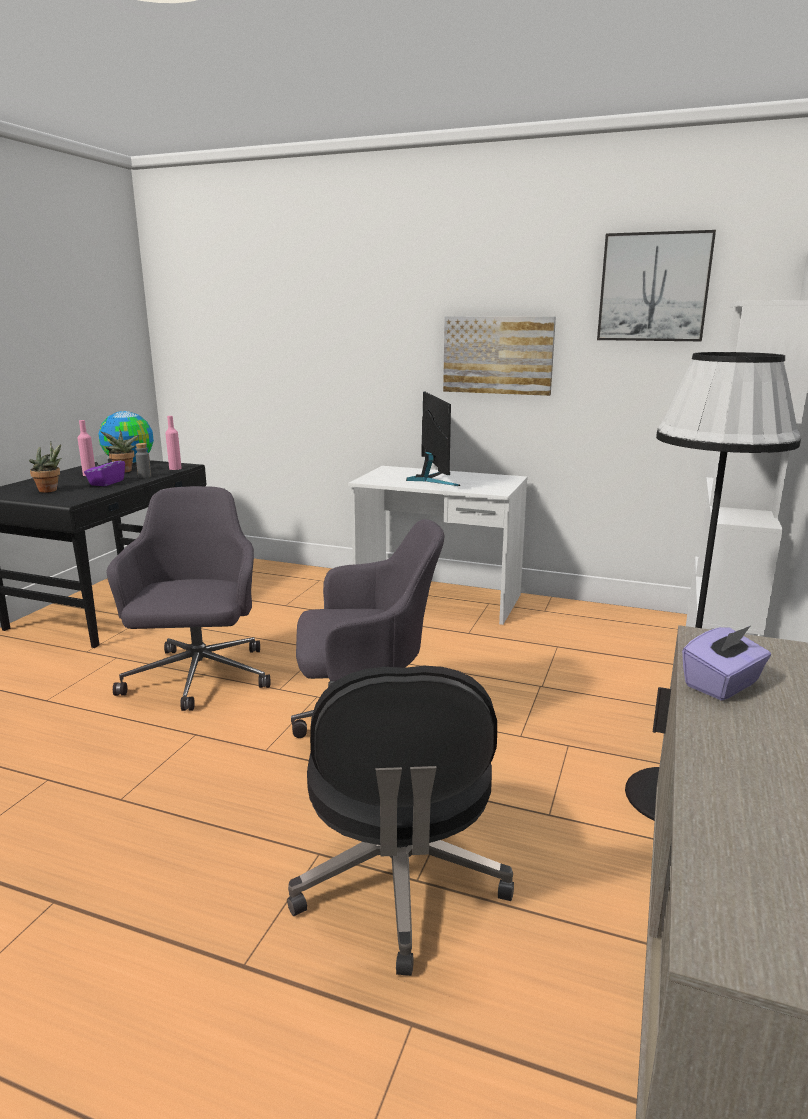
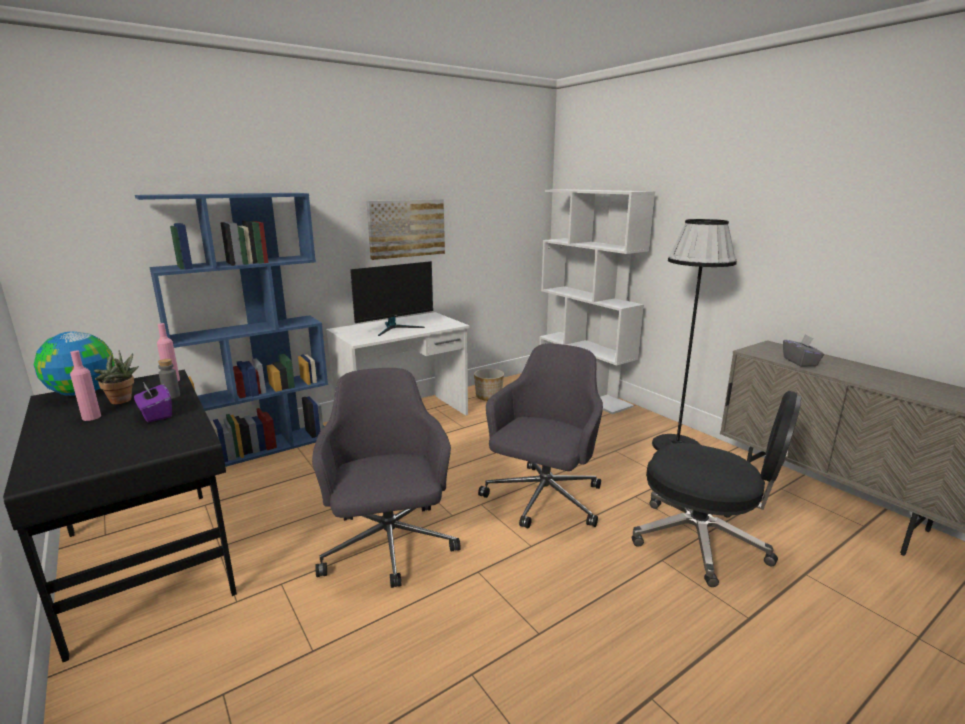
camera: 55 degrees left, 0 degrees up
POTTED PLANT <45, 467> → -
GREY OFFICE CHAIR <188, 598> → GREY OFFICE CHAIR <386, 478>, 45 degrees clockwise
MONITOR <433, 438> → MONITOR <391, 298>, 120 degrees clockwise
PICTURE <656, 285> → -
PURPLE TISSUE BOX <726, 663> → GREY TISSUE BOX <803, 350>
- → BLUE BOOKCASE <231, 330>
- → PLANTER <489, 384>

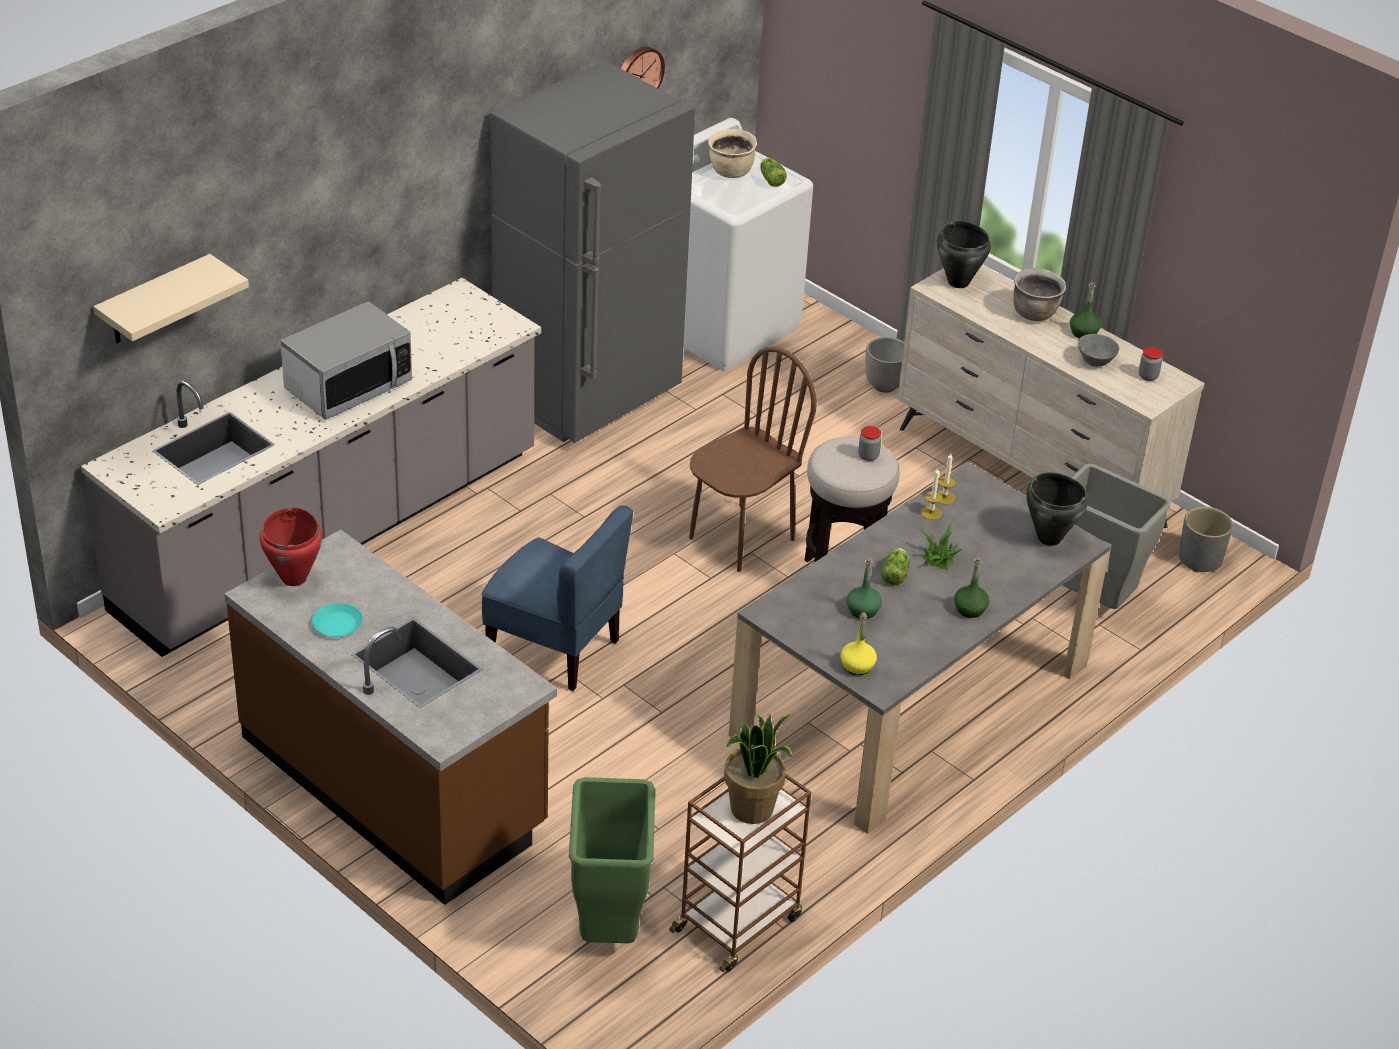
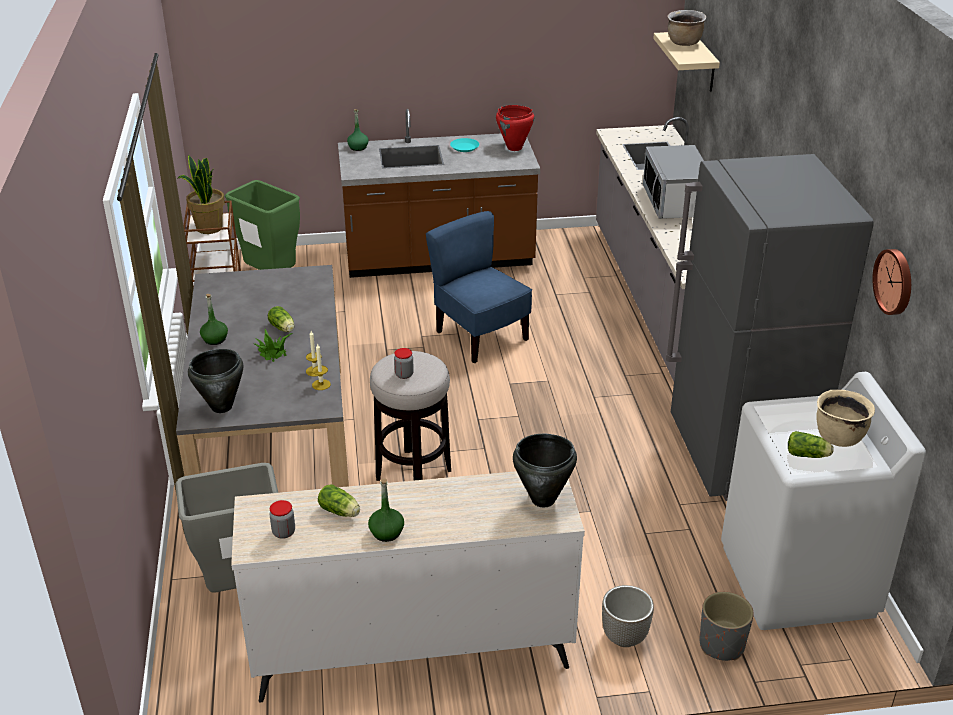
camera: 130 degrees right, 5 degrees down
BLUE CHAIR <557, 598> → BLUE CHAIR <479, 287>, 75 degrees clockwise
BROWN CHAIR <753, 459> → -
YELLOW BOTTLE <858, 644> → -
GREEN BOTTLE <864, 588> → GREEN BOTTLE <358, 130>, moved
BROWN COOKING POT <1039, 294> → BROWN COOKING POT <686, 28>, moved
GREY BOWL <1098, 350> → LETTUCE <339, 500>
GREY PLANTER <1206, 539> → GREY PLANTER <726, 626>, moved

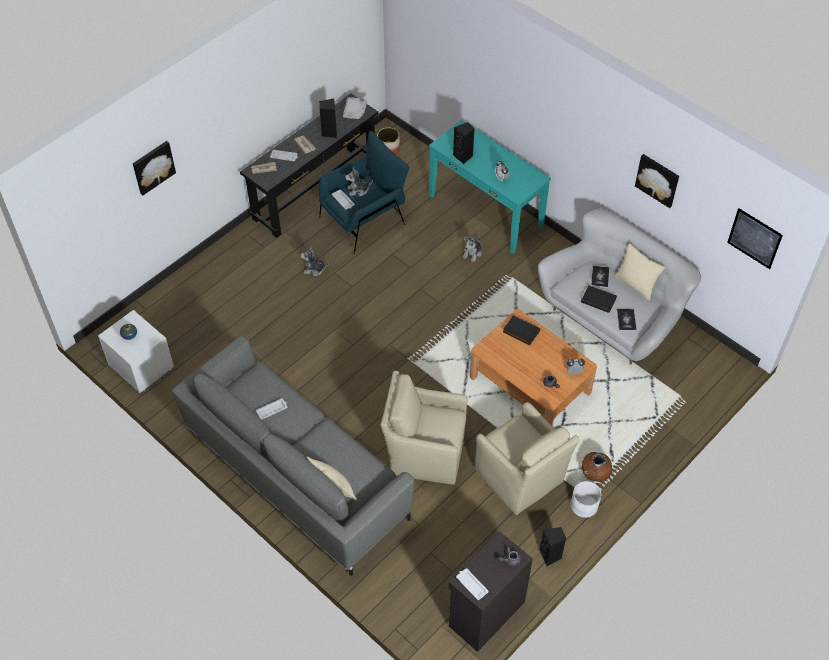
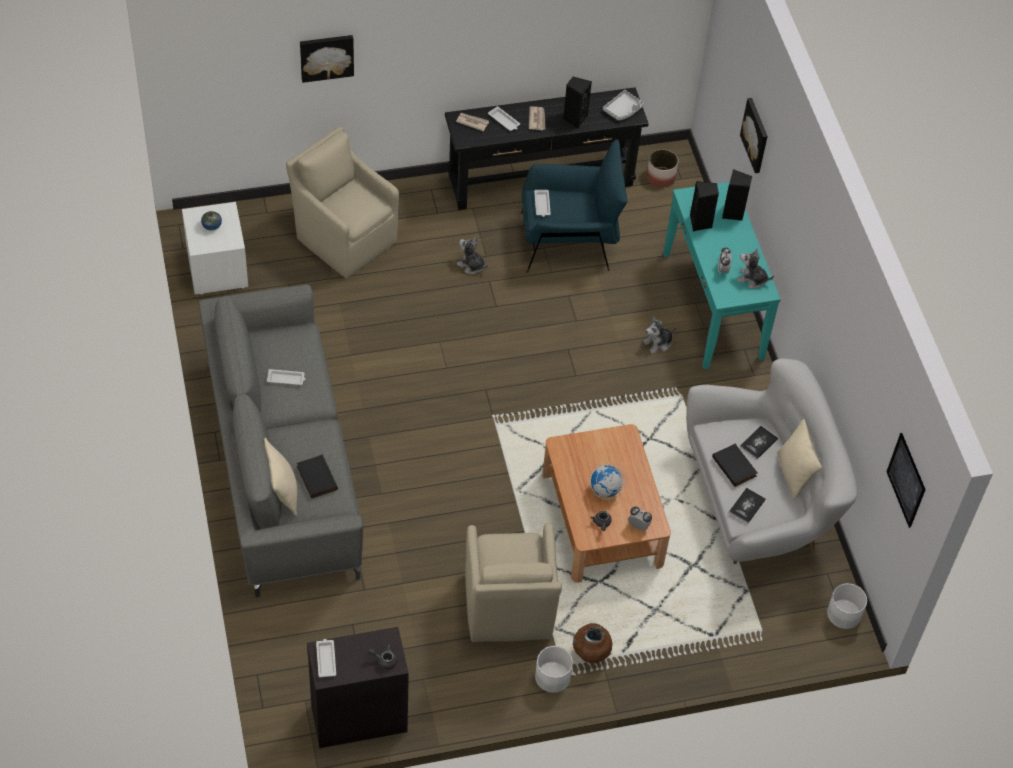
camera: 30 degrees right, 0 degrees up
PLUSH TOY <359, 181> → PLUSH TOY <755, 268>, moved
BEIGE ARMCHAIR <424, 427> → BEIGE ARMCHAIR <342, 202>, moved
BLACK BOOK <521, 330> → BLACK BOOK <317, 477>, moved
BLACK SPEAKER <553, 546> → BLACK SPEAKER <737, 195>, moved
PICTURE <657, 181> → PICTURE <754, 135>, moved
- → GLOBE <607, 482>
- → WHITE PLANTER <847, 606>

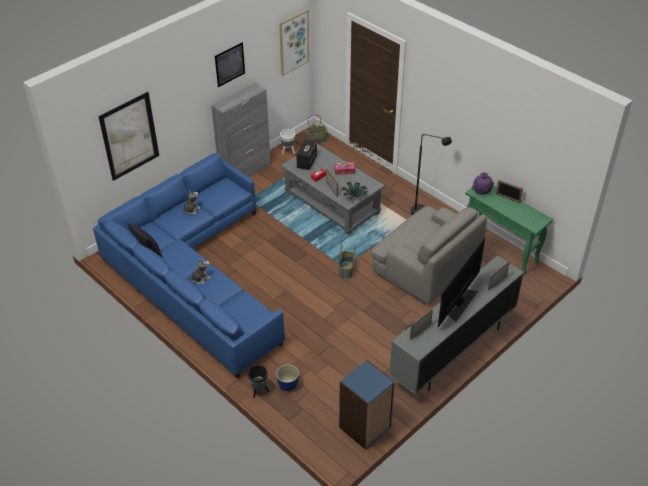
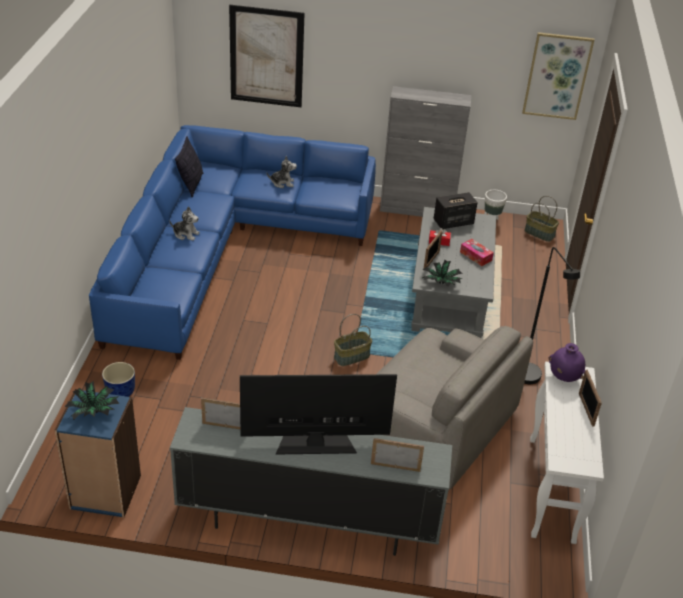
camera: 50 degrees right, 5 degrees down
PICTURE <230, 65> → -
BLACK PLANTER <258, 381> → -
GREY ARMCHAIR <429, 255> → GREY ARMCHAIR <455, 407>, 60 degrees counterclockwise
GREEN CONSOLE TABLE <509, 230> → WHITE CONSOLE TABLE <567, 452>
- → POTTED PLANT <92, 400>

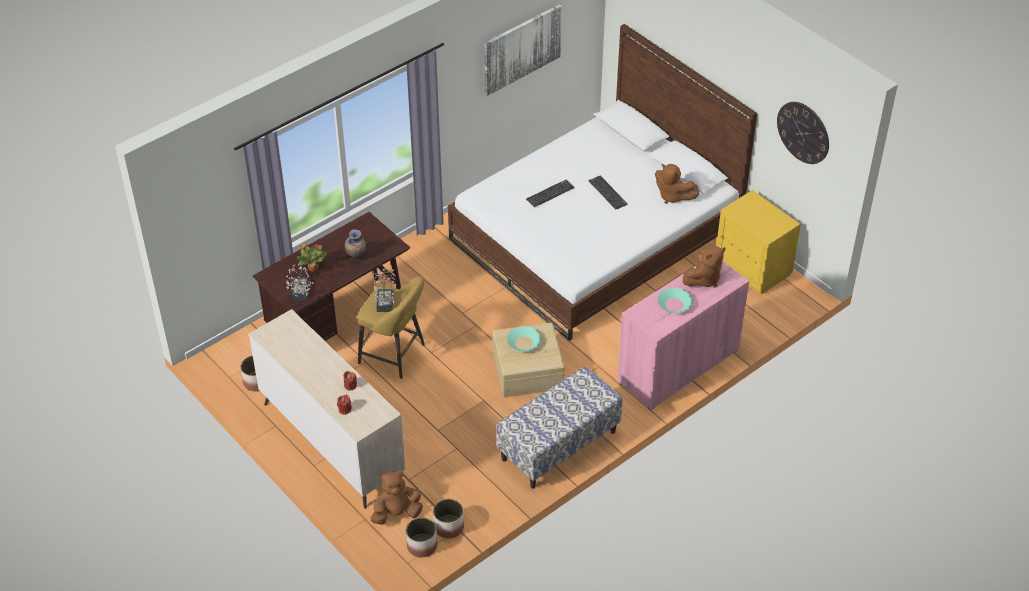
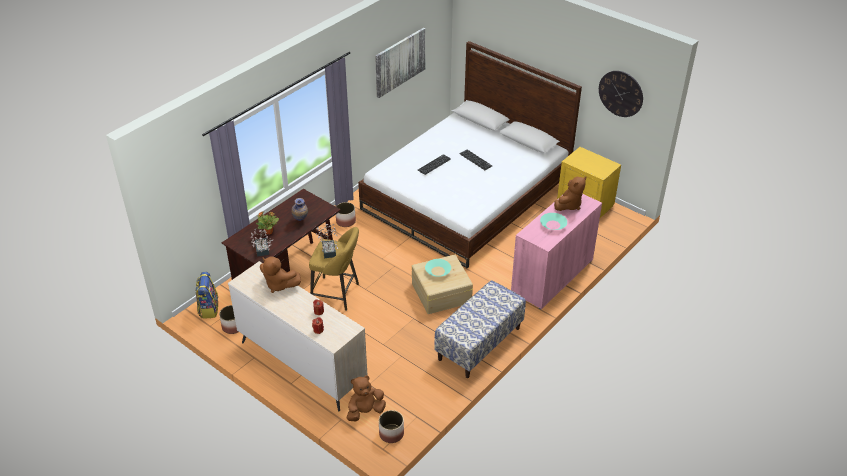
camera: 10 degrees left, 5 degrees down
PLANTER <448, 518> → PLANTER <346, 214>, moved
BROWN PLUSH TOY <677, 184> → BROWN PLUSH TOY <280, 275>, moved
- → BACKPACK <206, 295>

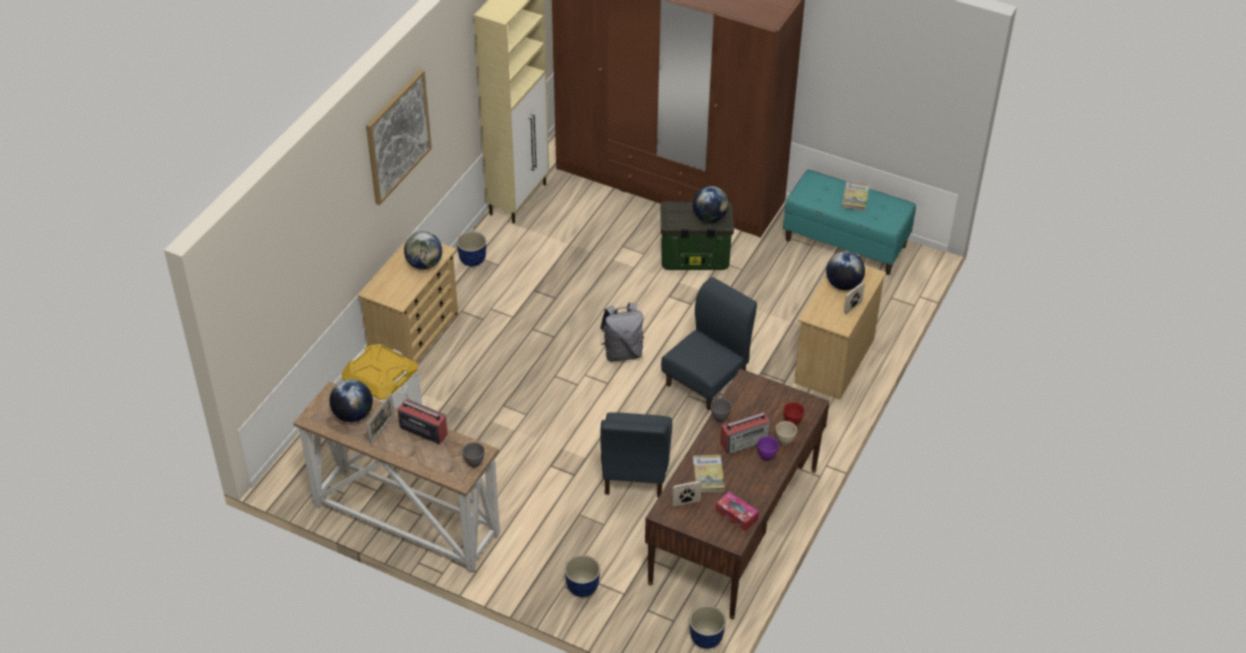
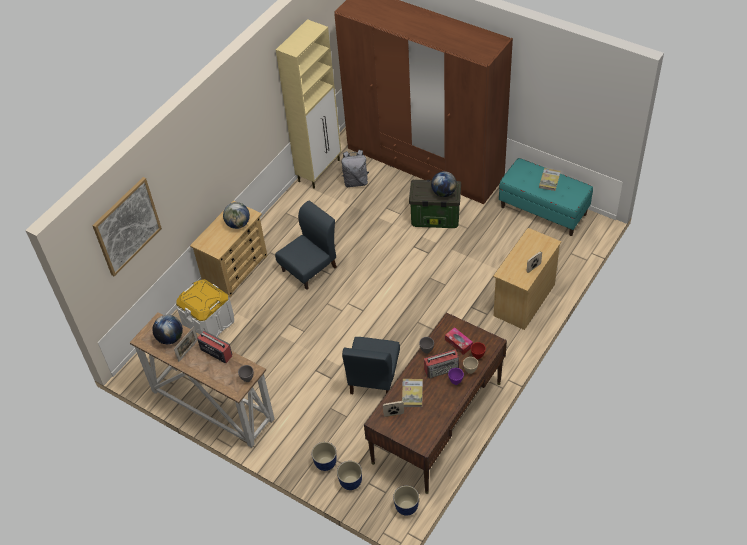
camera: 10 degrees right, 5 degrees up
PICTURE <399, 137> → PICTURE <127, 226>, moved
PLANTER <471, 248> → PLANTER <349, 475>, moved
GREY BACKPACK <622, 332> → GREY BACKPACK <355, 168>, moved
BLUE CHAIR <709, 344> → BLUE CHAIR <306, 245>, moved
TISSUE BOX <737, 511> → TISSUE BOX <459, 341>, moved
GLOBE <845, 270> → -

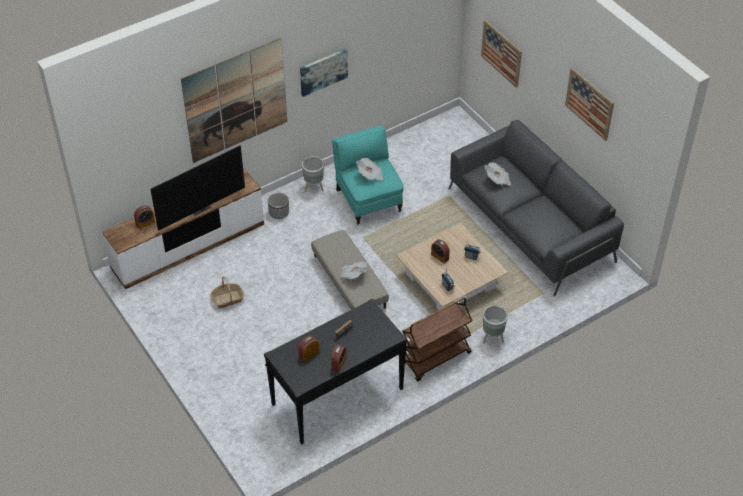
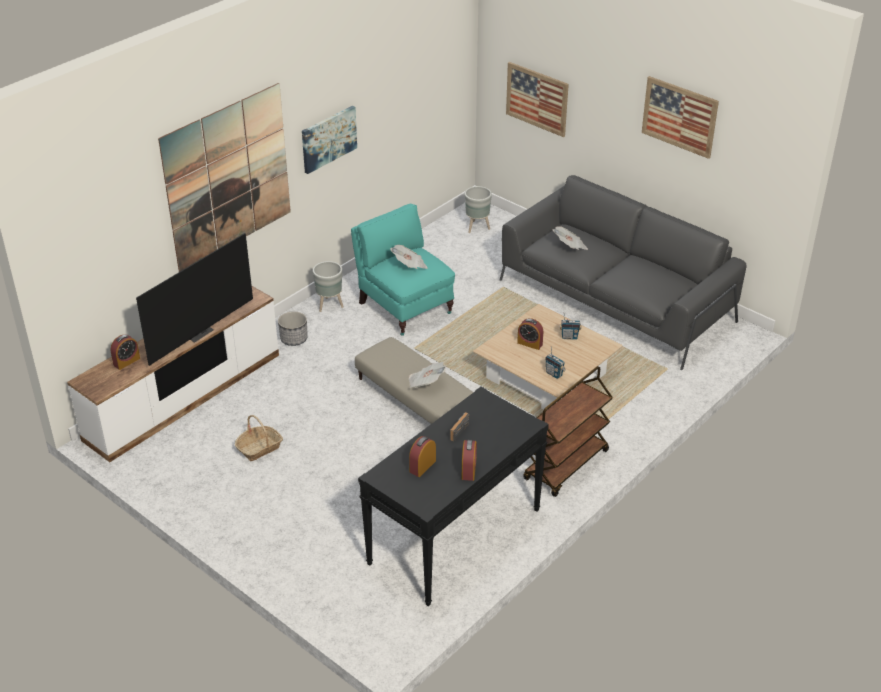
camera: 15 degrees left, 10 degrees down
GREY PLANTER <495, 324> → GREY PLANTER <478, 209>, moved

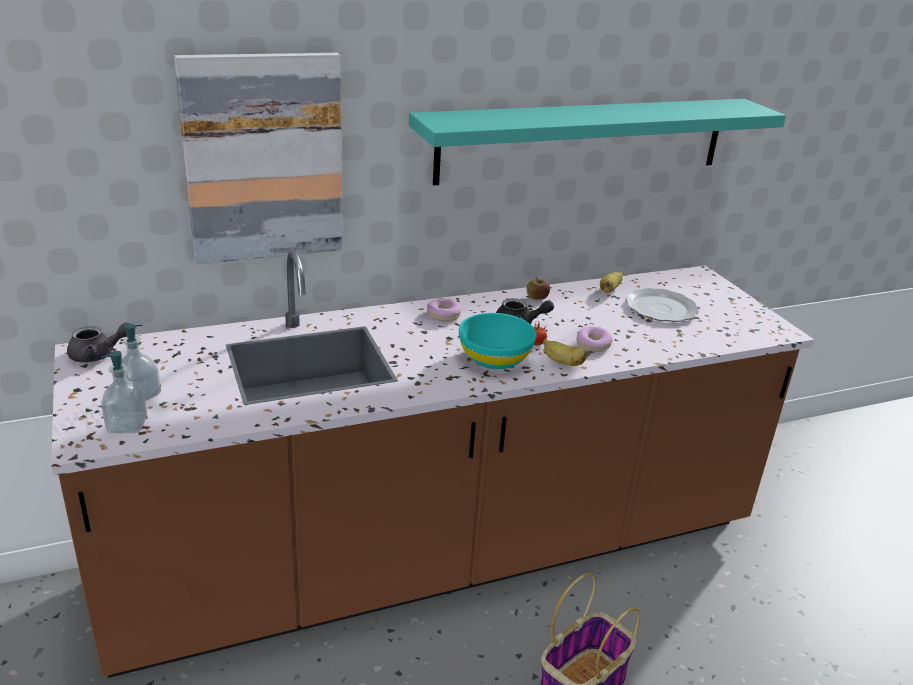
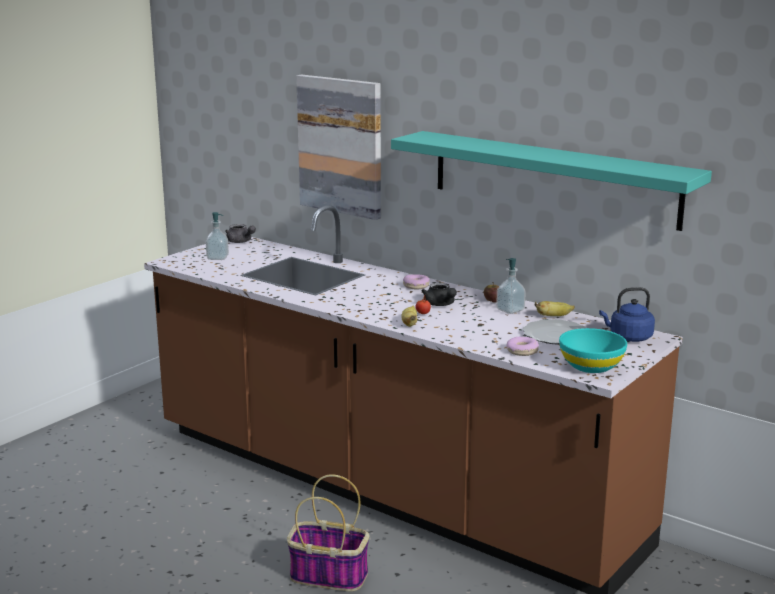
camera: 60 degrees right, 10 degrees down
SOAP DISPENSER <124, 392> → SOAP DISPENSER <511, 286>, moved
TURQUOISE BOWL <497, 341> → TURQUOISE BOWL <593, 350>, moved
DONUT <594, 339> → DONUT <522, 346>, moved
- → BLUE KETTLE <627, 314>

